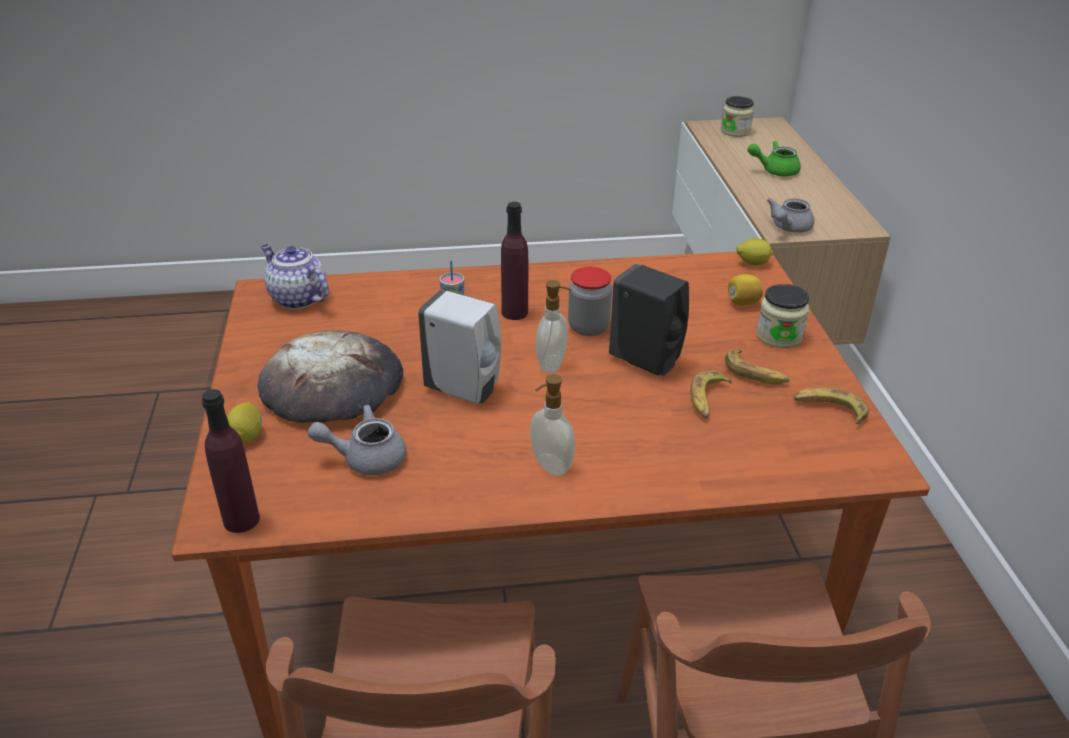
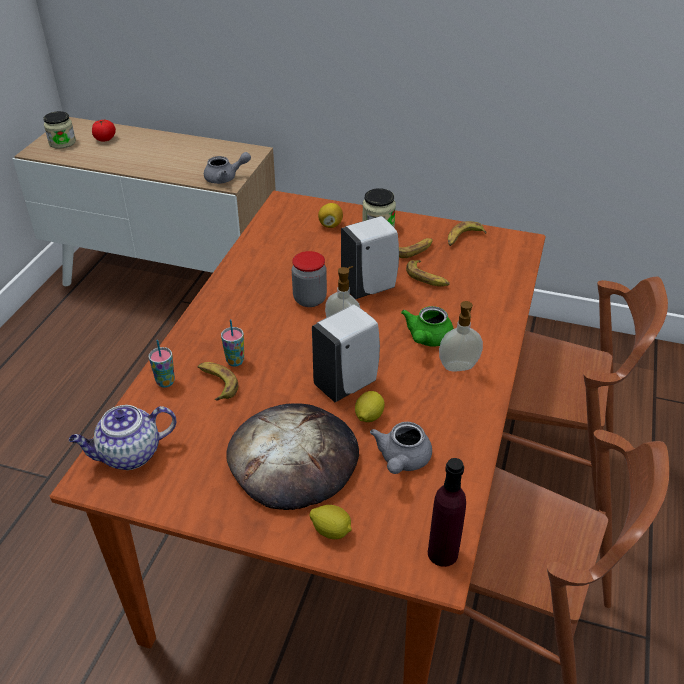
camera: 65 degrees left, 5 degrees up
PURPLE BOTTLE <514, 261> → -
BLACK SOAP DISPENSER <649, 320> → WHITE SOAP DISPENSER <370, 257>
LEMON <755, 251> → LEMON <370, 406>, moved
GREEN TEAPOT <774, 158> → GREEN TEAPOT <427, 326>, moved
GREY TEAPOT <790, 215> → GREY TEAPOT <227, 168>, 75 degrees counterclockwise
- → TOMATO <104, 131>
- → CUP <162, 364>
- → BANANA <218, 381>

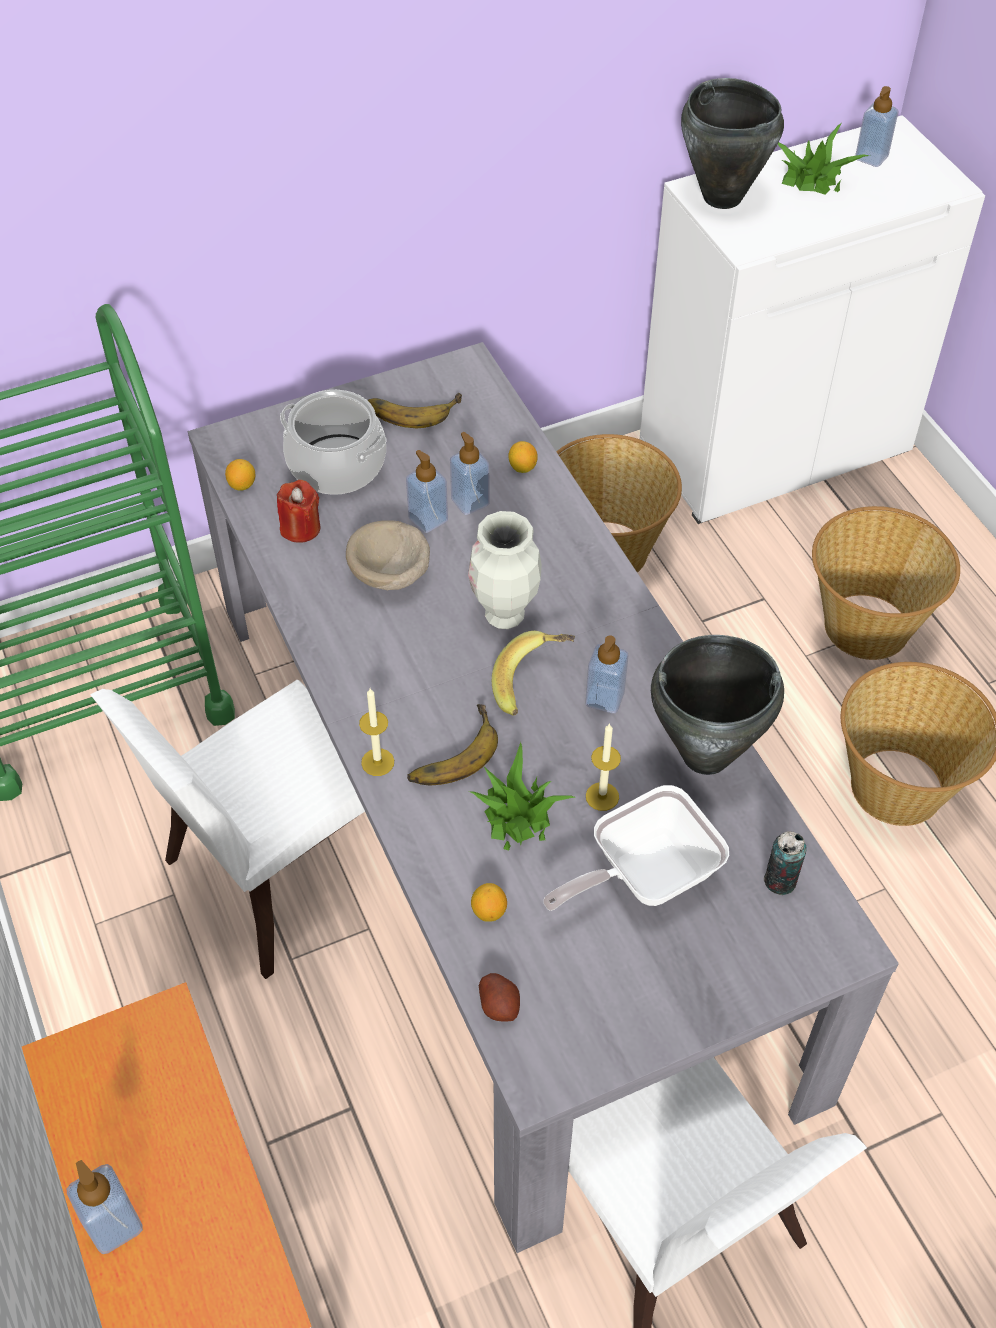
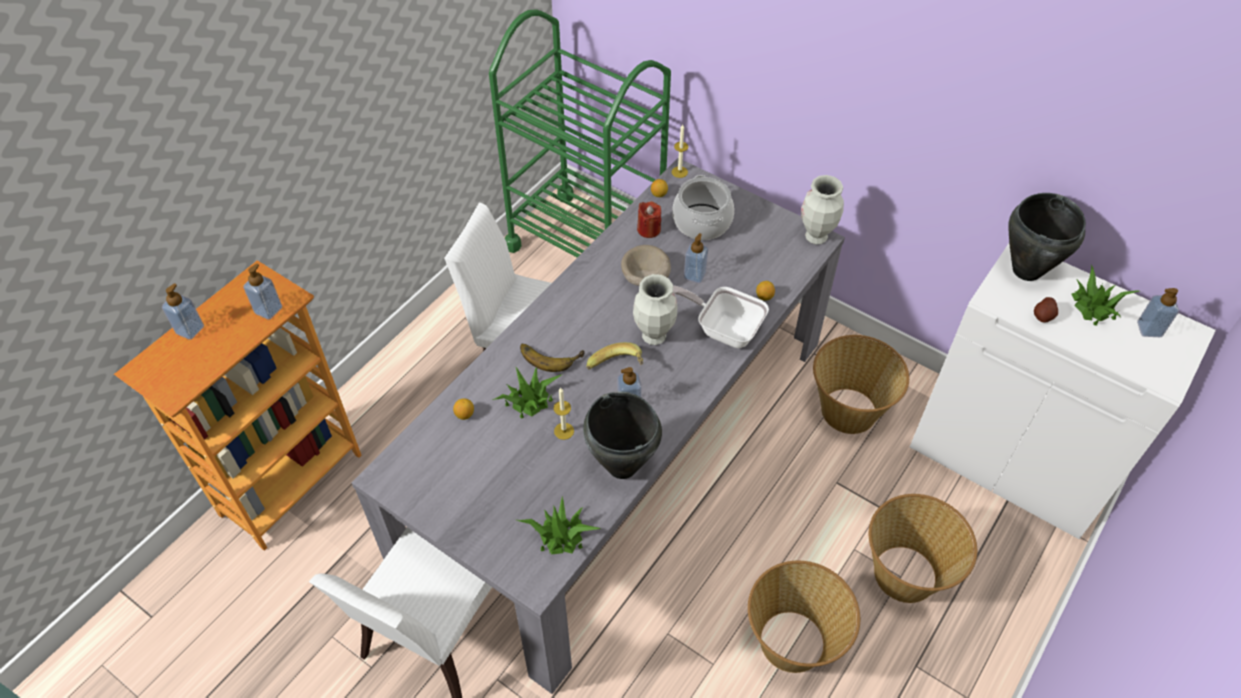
camera: 60 degrees right, 0 degrees up
CANDLE <376, 732> → CANDLE <679, 151>, moved
BANANA <415, 410> → -
SOAP DISPENSER <470, 473> → SOAP DISPENSER <262, 292>, moved
POTATO <499, 997> → POTATO <1046, 310>, moved
FRYING PAN <636, 848> → FRYING PAN <721, 316>, moved
CAN <785, 863> → POTTED PLANT <559, 525>
- → VASE <822, 210>

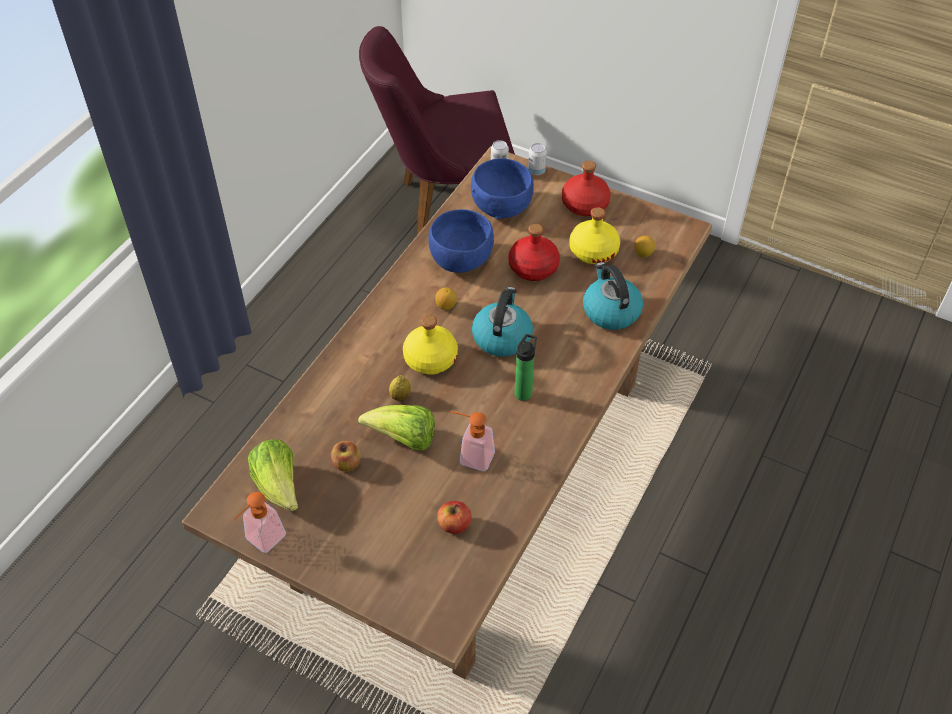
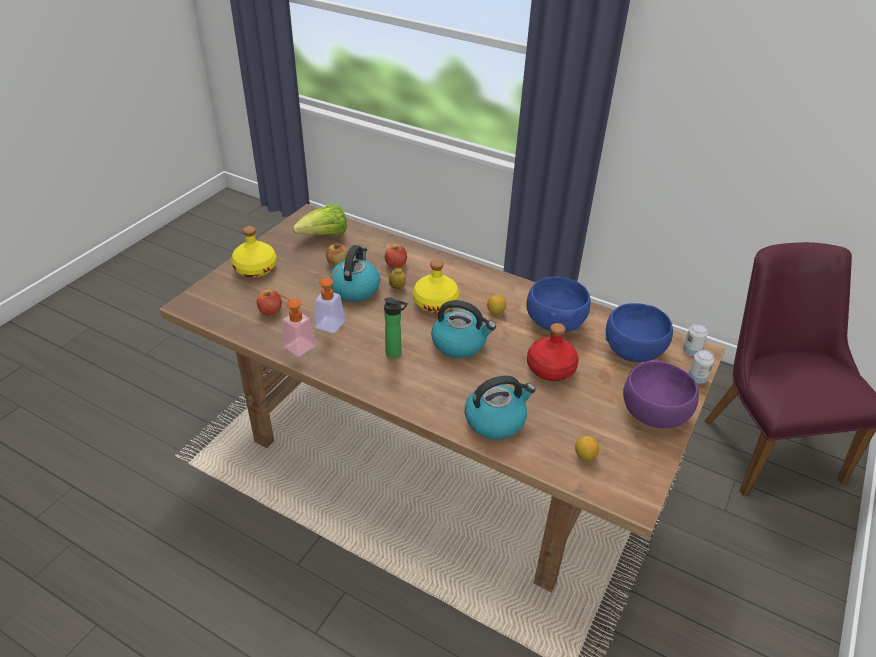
camera: 90 degrees right, 10 degrees down
SOAP DISPENSER <259, 522> → SOAP DISPENSER <297, 325>, moved
LETTUCE <396, 428> → KETTLE <354, 273>
RED BOTTLE <586, 188> → PURPLE BOWL <661, 394>
YELLOW BOTTLE <594, 235> → YELLOW BOTTLE <254, 251>, moved
- → APPLE <396, 256>

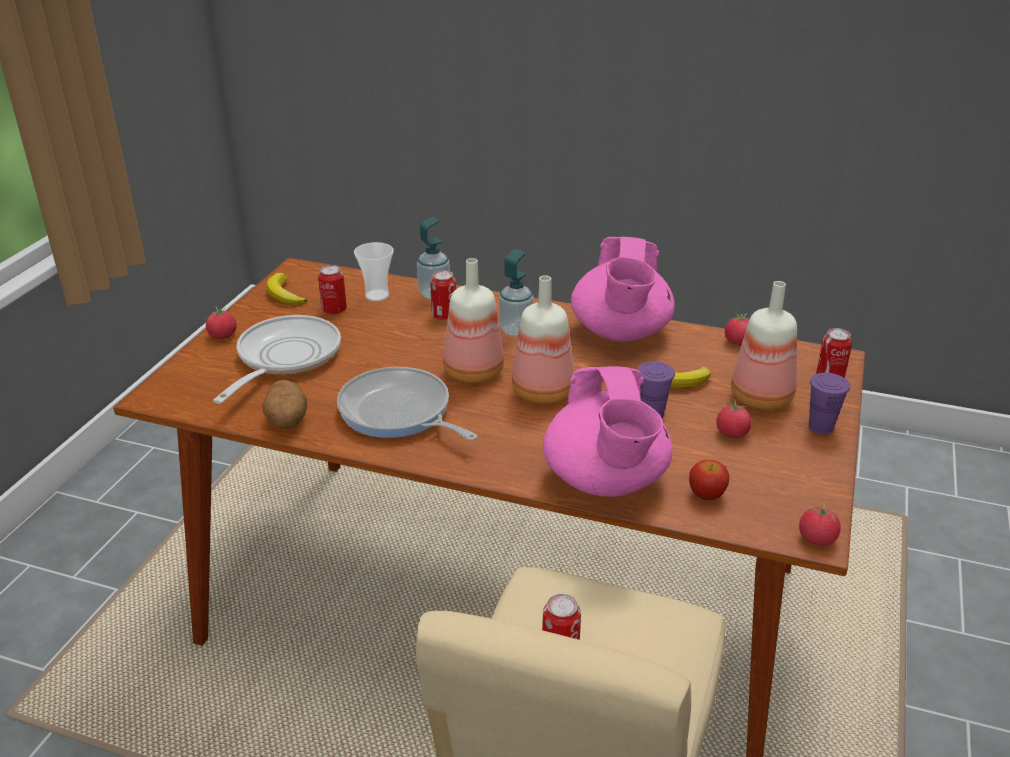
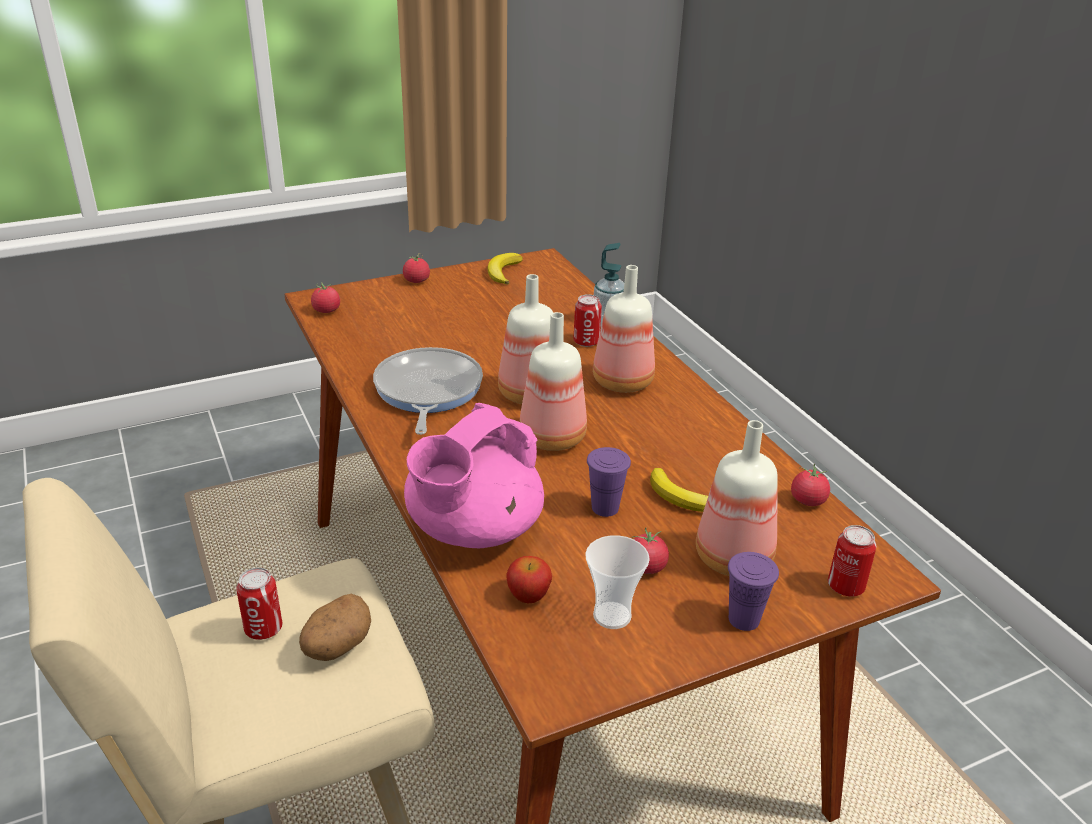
camera: 45 degrees right, 0 degrees up
FRYING PAN <277, 359> → -
POTATO <284, 404> → POTATO <335, 627>, moved
CAN <332, 290> → -
CUP <374, 272> → CUP <617, 582>, moved
SOAP DISPENSER <516, 292> → BOTTLE <624, 329>
PINK TEAPOT <623, 289> → -
TOMATO <820, 524> → TOMATO <325, 297>, moved

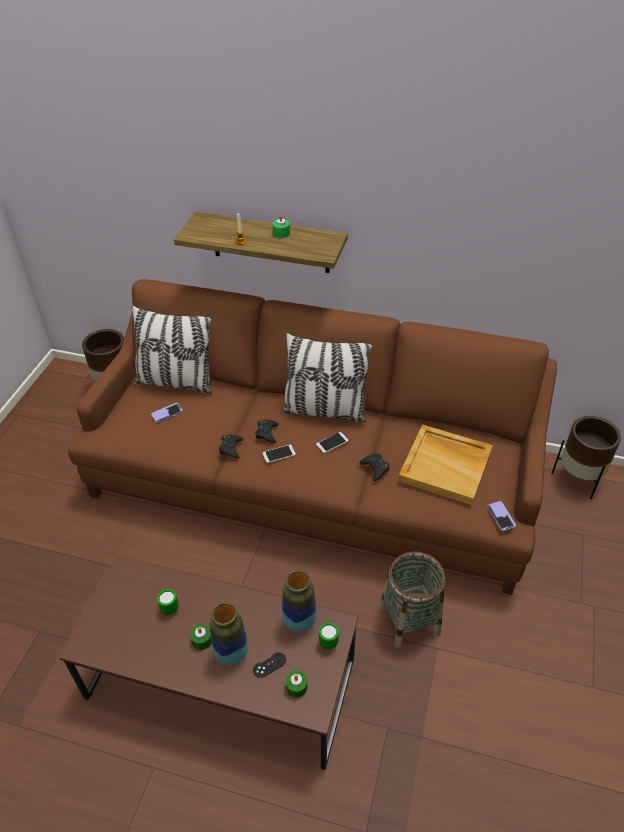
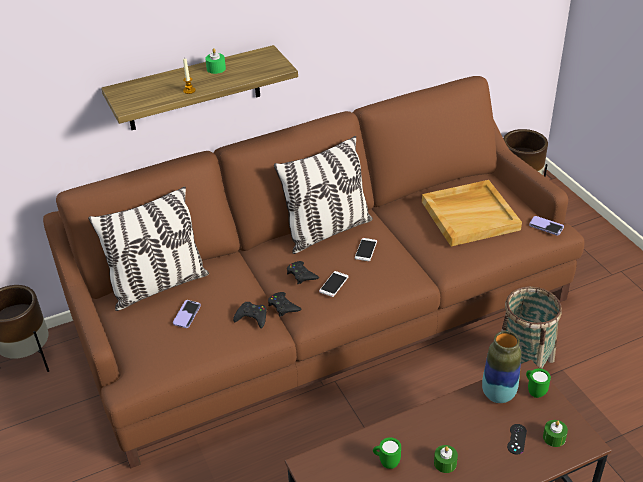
camera: 40 degrees left, 5 degrees down
VASE <229, 634> → -
BLACK GAME CONTROLLER <374, 467> → BLACK GAME CONTROLLER <250, 315>, moved

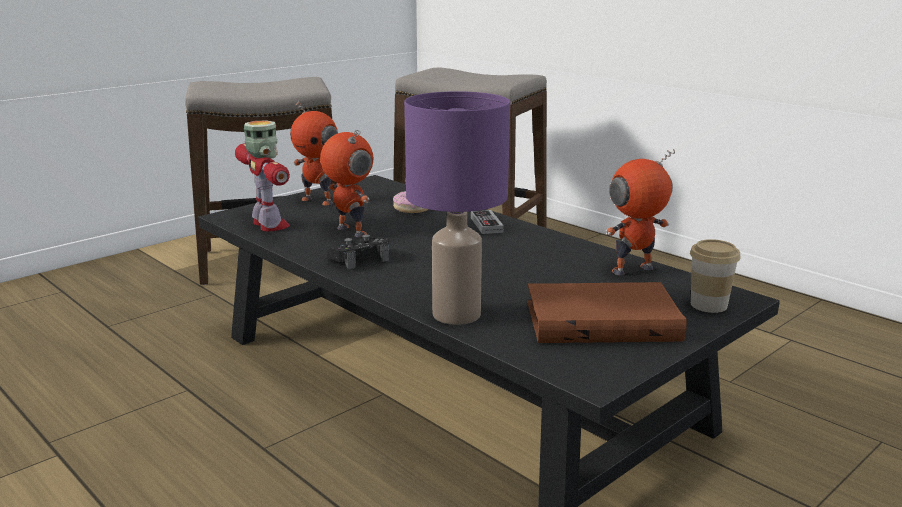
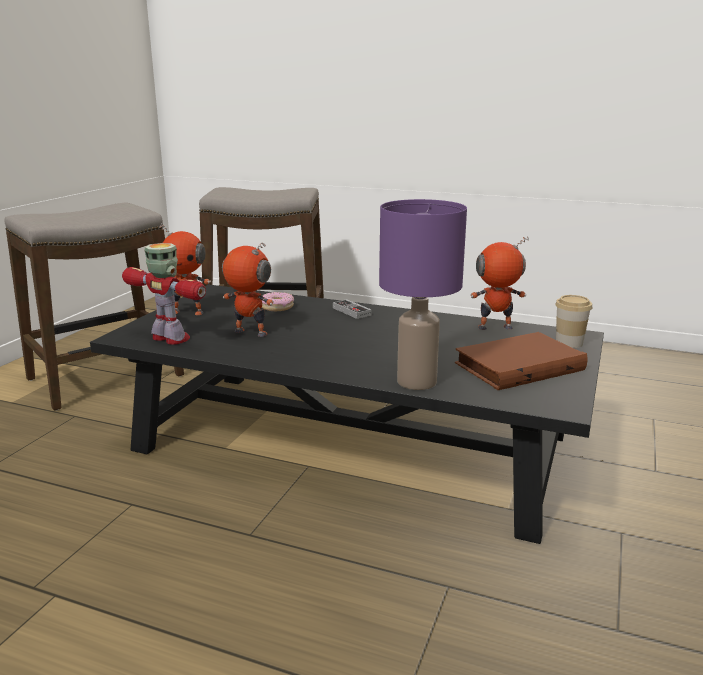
camera: 25 degrees left, 0 degrees up
BLACK GAME CONTROLLER <358, 252> → -
TOY ROBOT <640, 212> → TOY ROBOT <499, 283>, 45 degrees clockwise

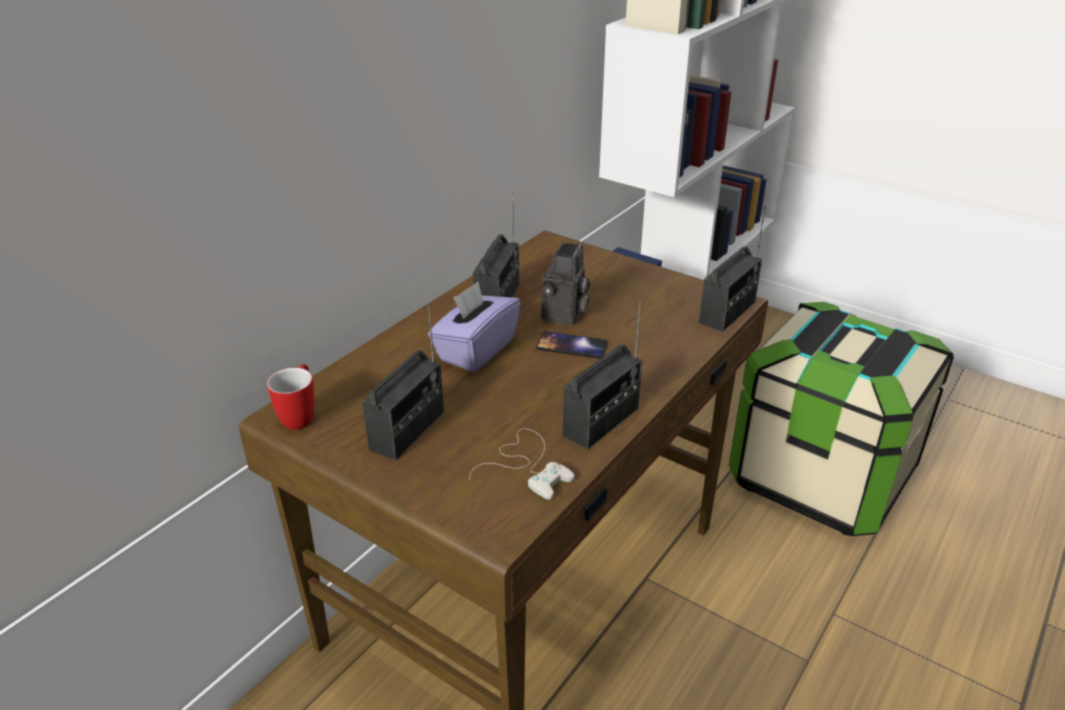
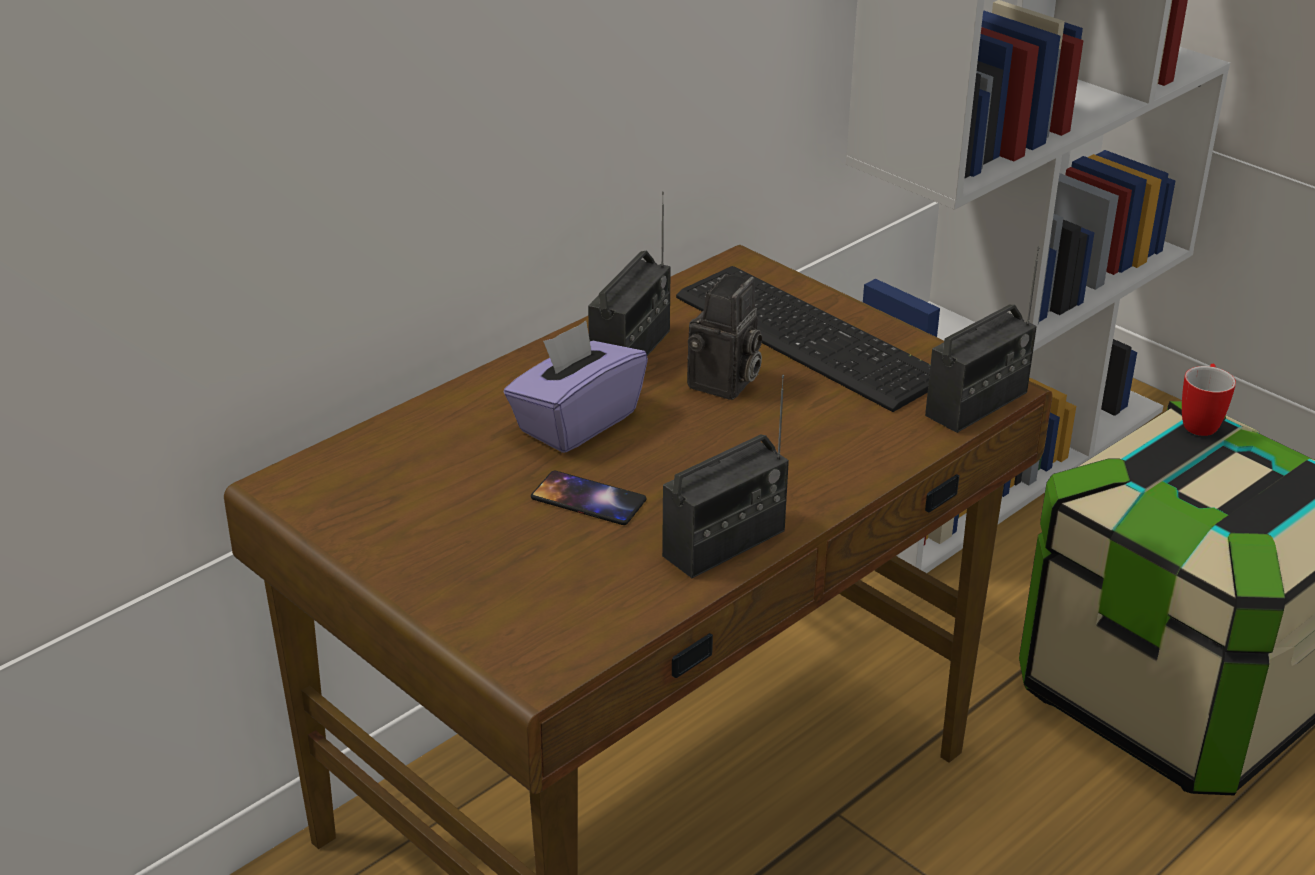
camera: 10 degrees right, 0 degrees up
MUG <290, 397> → MUG <1209, 400>, moved
RADIO <403, 382> → -
WHITE GAME CONTROLLER <522, 464> → -
PHONE <572, 345> → PHONE <588, 498>, moved
- → KEYBOARD <803, 339>

